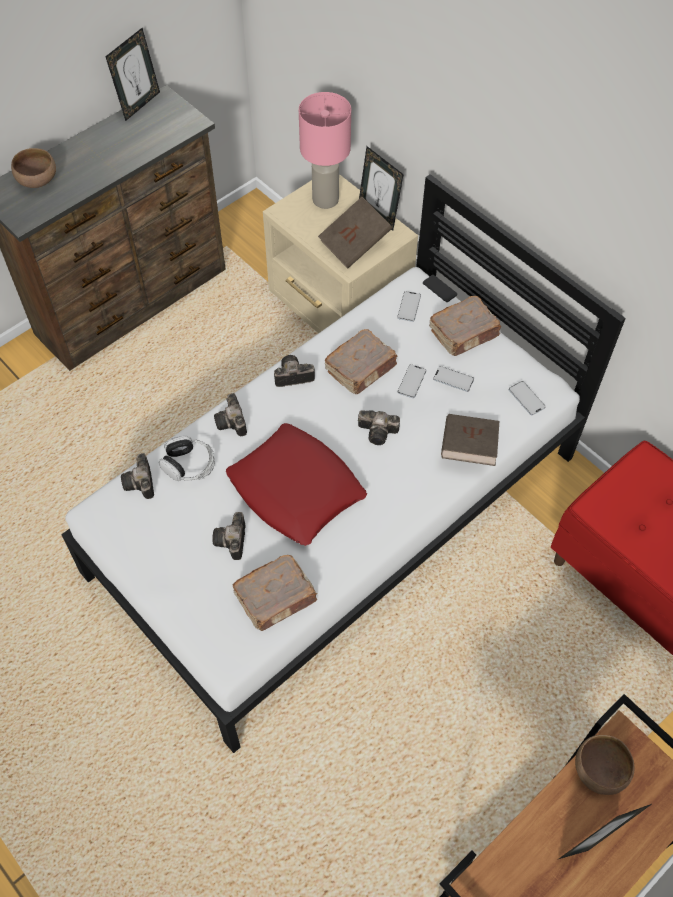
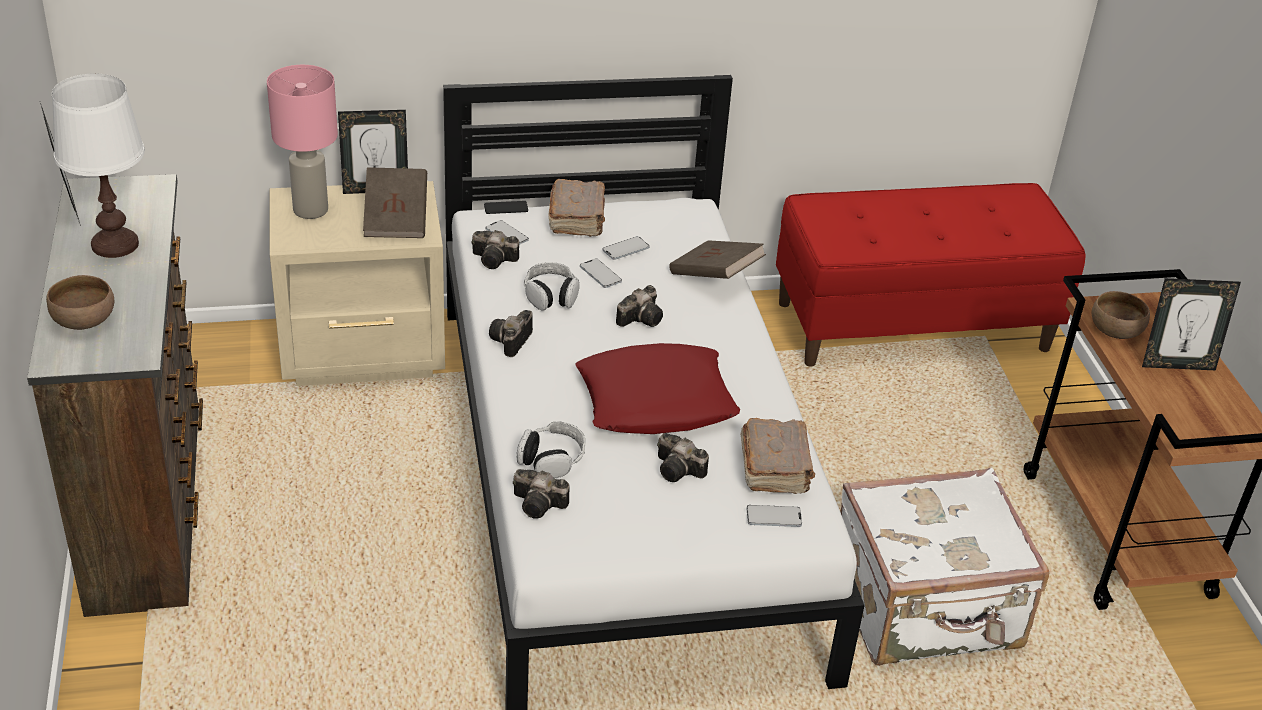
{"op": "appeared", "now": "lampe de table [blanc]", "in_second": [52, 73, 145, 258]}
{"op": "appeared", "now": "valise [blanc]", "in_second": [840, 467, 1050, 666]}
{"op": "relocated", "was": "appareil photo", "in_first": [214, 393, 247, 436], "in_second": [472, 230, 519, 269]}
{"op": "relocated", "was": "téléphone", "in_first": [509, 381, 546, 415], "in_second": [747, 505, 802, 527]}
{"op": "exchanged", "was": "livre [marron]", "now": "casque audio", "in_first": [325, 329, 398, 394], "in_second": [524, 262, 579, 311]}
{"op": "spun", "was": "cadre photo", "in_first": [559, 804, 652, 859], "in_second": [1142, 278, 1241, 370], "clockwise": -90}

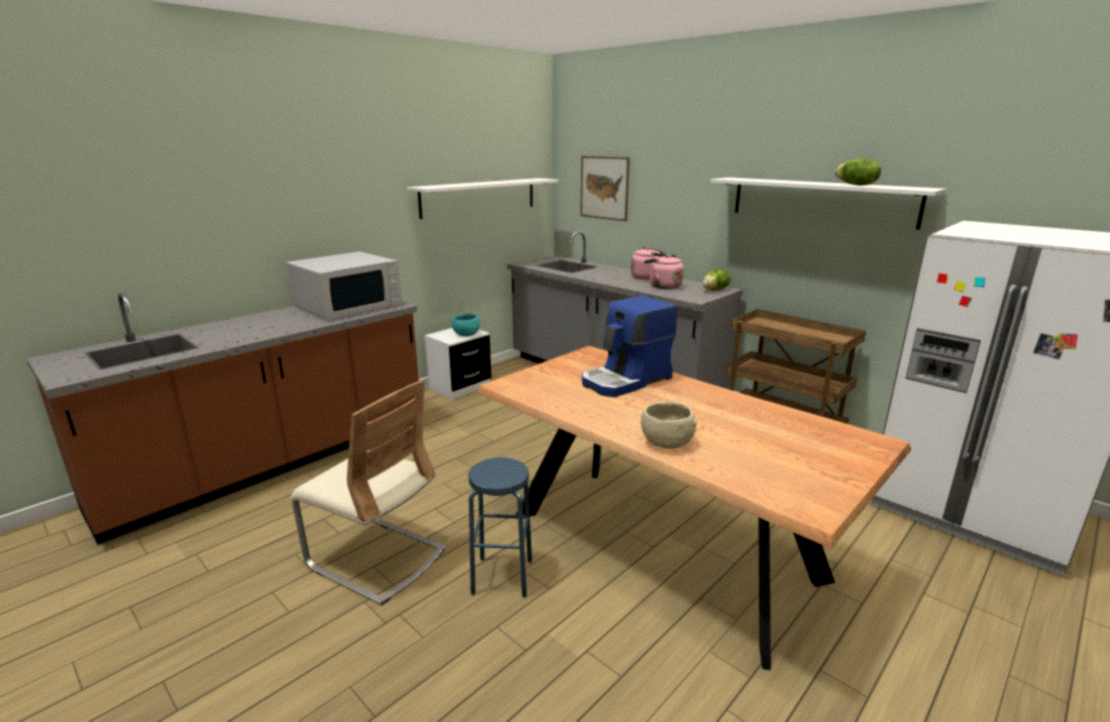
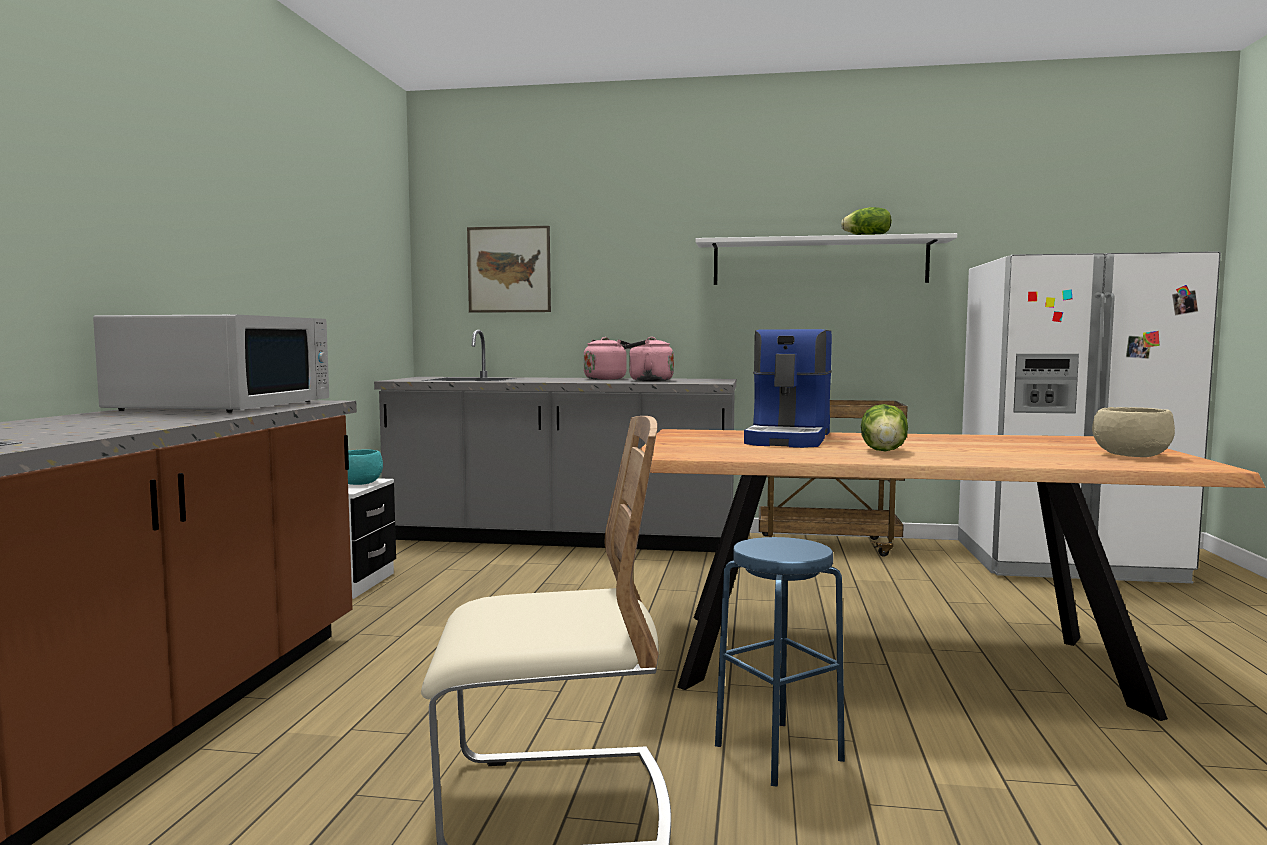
{"op": "missing", "was": "étagère [blanc]", "in_first": [407, 178, 558, 219]}
{"op": "relocated", "was": "bol [beige]", "in_first": [641, 401, 697, 449], "in_second": [1092, 407, 1175, 457]}
{"op": "relocated", "was": "laitue", "in_first": [702, 269, 731, 291], "in_second": [861, 404, 908, 451]}

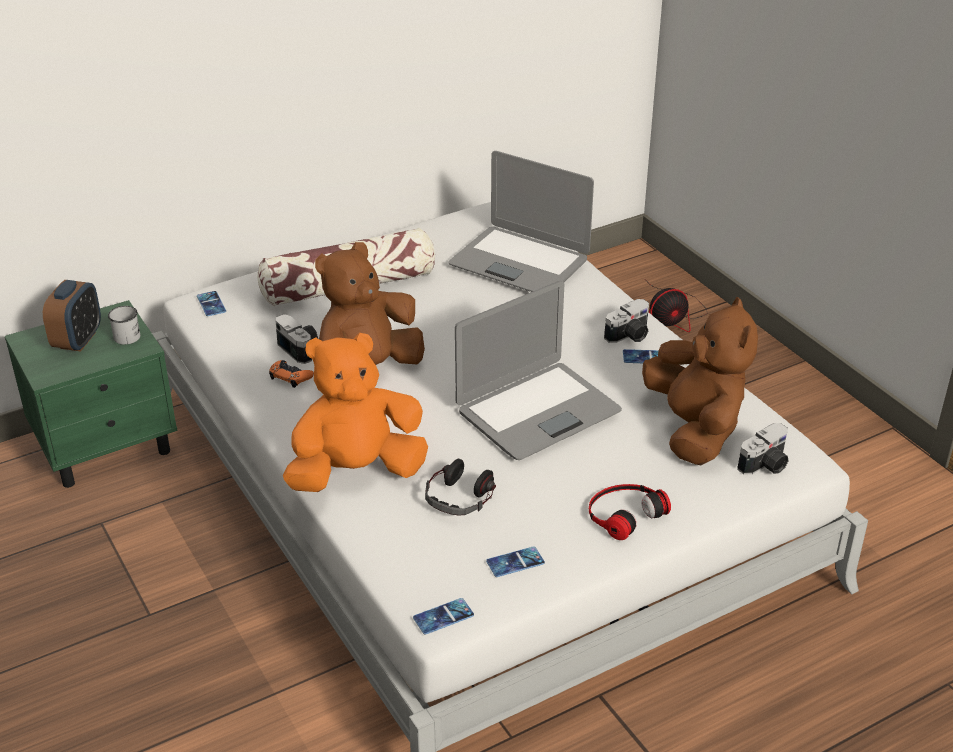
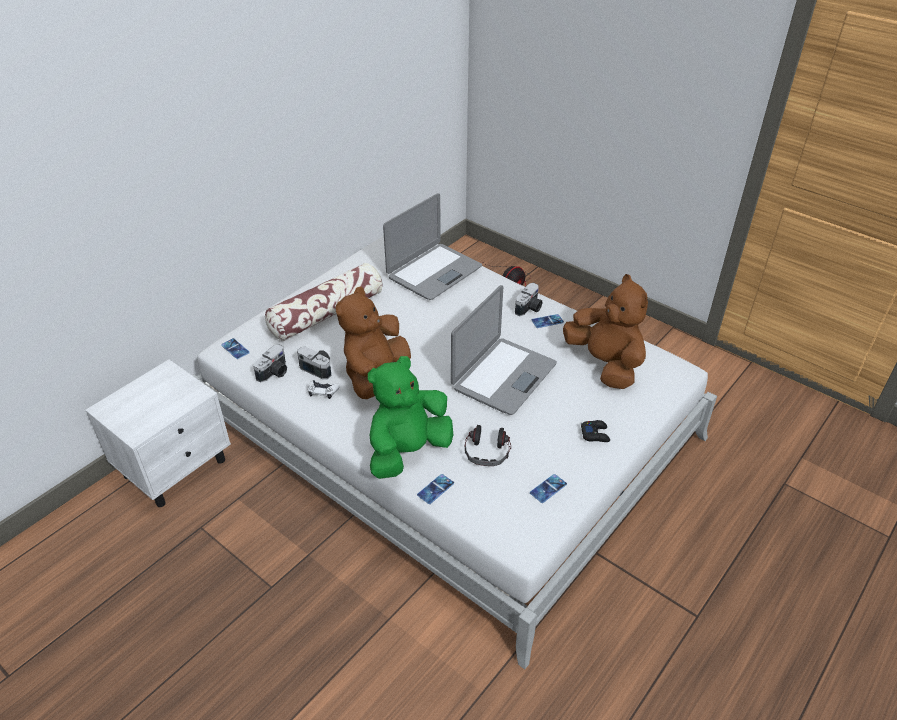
{"op": "missing", "was": "réveil", "in_first": [43, 280, 101, 352]}
{"op": "missing", "was": "mug [blanc]", "in_first": [108, 306, 140, 345]}
{"op": "relocated", "was": "téléphone", "in_first": [413, 598, 474, 635], "in_second": [417, 474, 454, 504]}
{"op": "relocated", "was": "appareil photo", "in_first": [737, 423, 789, 475], "in_second": [253, 344, 287, 382]}
{"op": "exchanged", "was": "casque audio", "now": "manette [noir]", "in_first": [589, 484, 671, 540], "in_second": [581, 420, 610, 442]}
{"op": "colour", "was": "table de chevet [vert]", "now": "table de chevet [blanc]", "in_first": [5, 300, 177, 488], "in_second": [85, 359, 231, 507]}
{"op": "colour", "was": "manette [orange]", "now": "manette [blanc]", "in_first": [269, 360, 314, 388], "in_second": [308, 380, 340, 399]}
{"op": "colour", "was": "peluche [orange]", "now": "peluche [vert]", "in_first": [283, 333, 428, 492], "in_second": [368, 356, 453, 479]}
{"op": "spun", "was": "ordinateur portable", "in_first": [448, 151, 594, 292], "in_second": [383, 193, 482, 300], "clockwise": -60}

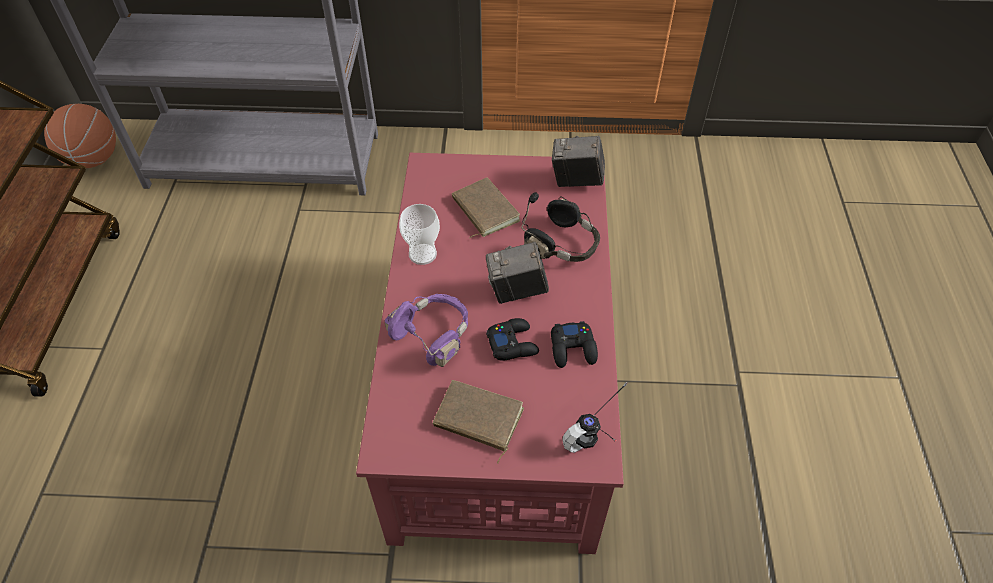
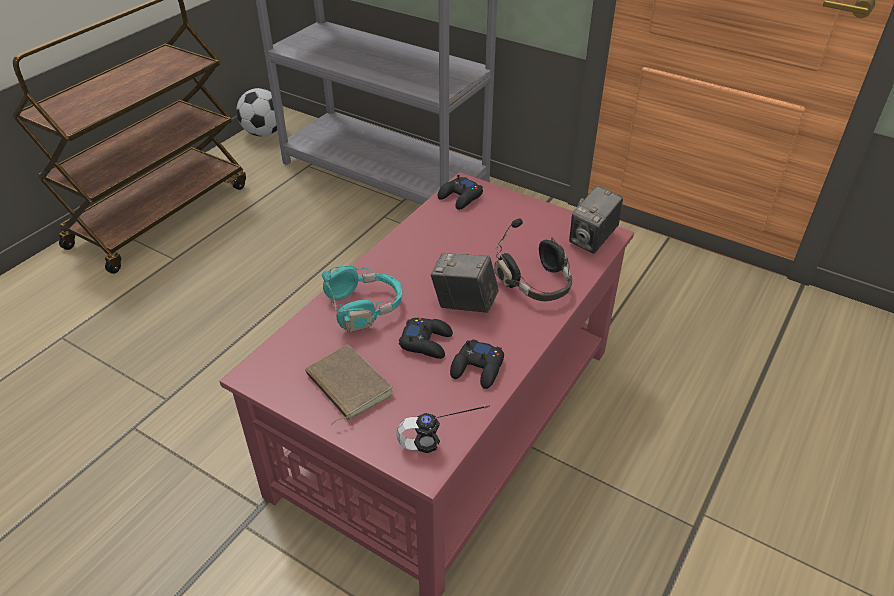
{"op": "missing", "was": "tasse", "in_first": [399, 204, 440, 265]}
{"op": "missing", "was": "livre [marron]", "in_first": [452, 178, 520, 238]}
{"op": "appeared", "now": "manette [noir]", "in_second": [438, 175, 483, 210]}
{"op": "exchanged", "was": "ballon de basket", "now": "ballon de foot", "in_first": [44, 104, 116, 168], "in_second": [236, 88, 284, 136]}
{"op": "colour", "was": "casque audio [violet]", "now": "casque audio [turquoise]", "in_first": [385, 294, 468, 367], "in_second": [322, 265, 402, 332]}
{"op": "spun", "was": "appareil photo", "in_first": [552, 136, 605, 187], "in_second": [569, 185, 623, 254], "clockwise": -90}

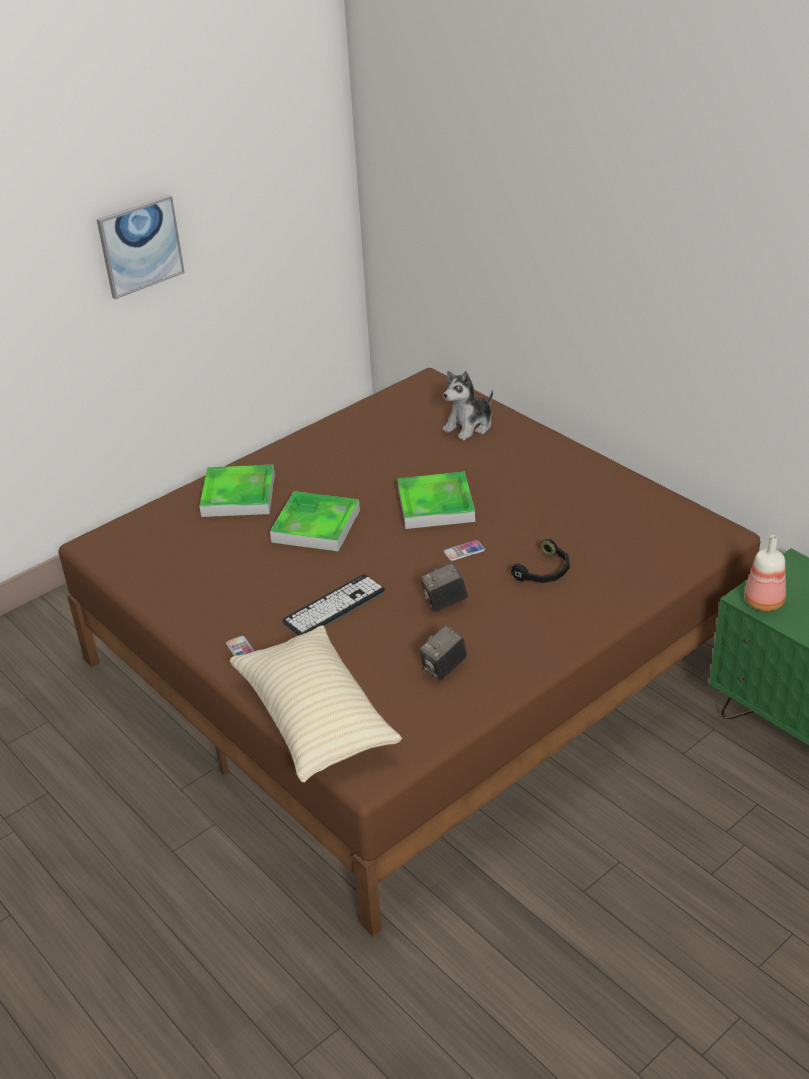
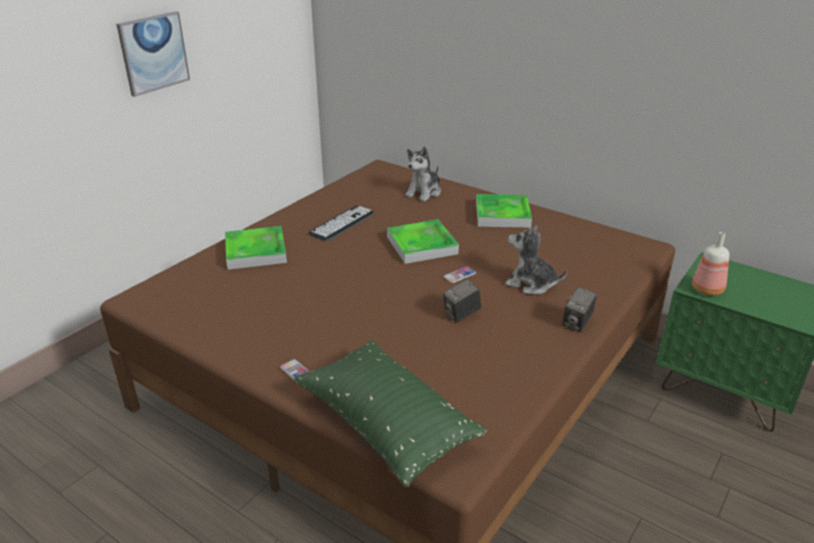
{"op": "relocated", "was": "plateau", "in_first": [270, 491, 360, 552], "in_second": [476, 194, 532, 228]}
{"op": "relocated", "was": "clavier", "in_first": [282, 574, 385, 635], "in_second": [308, 206, 373, 241]}
{"op": "relocated", "was": "appareil photo", "in_first": [420, 625, 467, 681], "in_second": [562, 286, 597, 332]}
{"op": "exchanged", "was": "casque audio [noir]", "now": "peluche", "in_first": [511, 539, 570, 583], "in_second": [505, 225, 567, 295]}
{"op": "colour", "was": "coussin [beige]", "now": "coussin [vert]", "in_first": [229, 626, 402, 783], "in_second": [294, 340, 487, 487]}

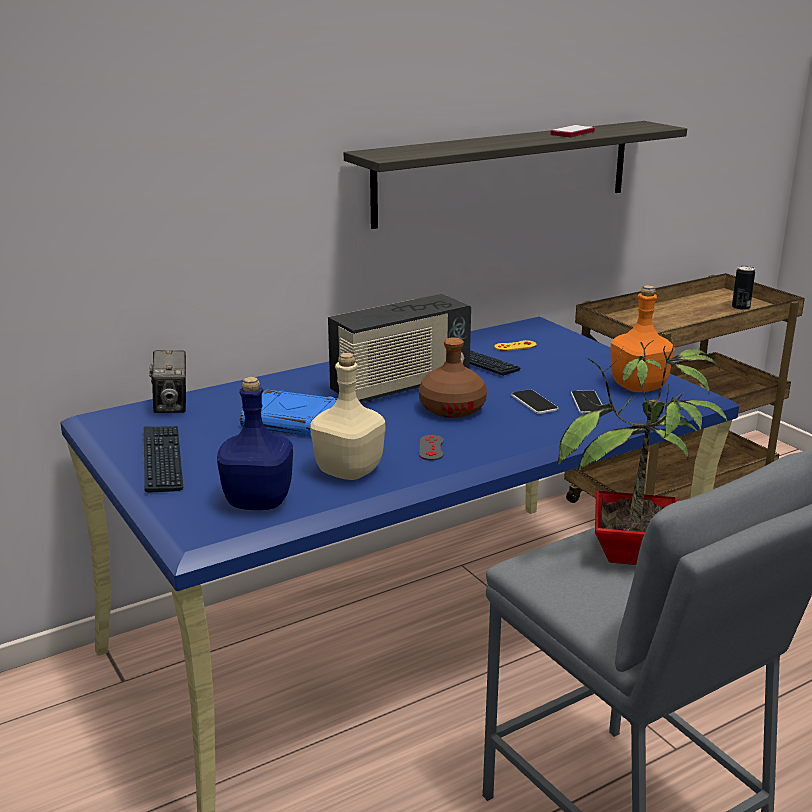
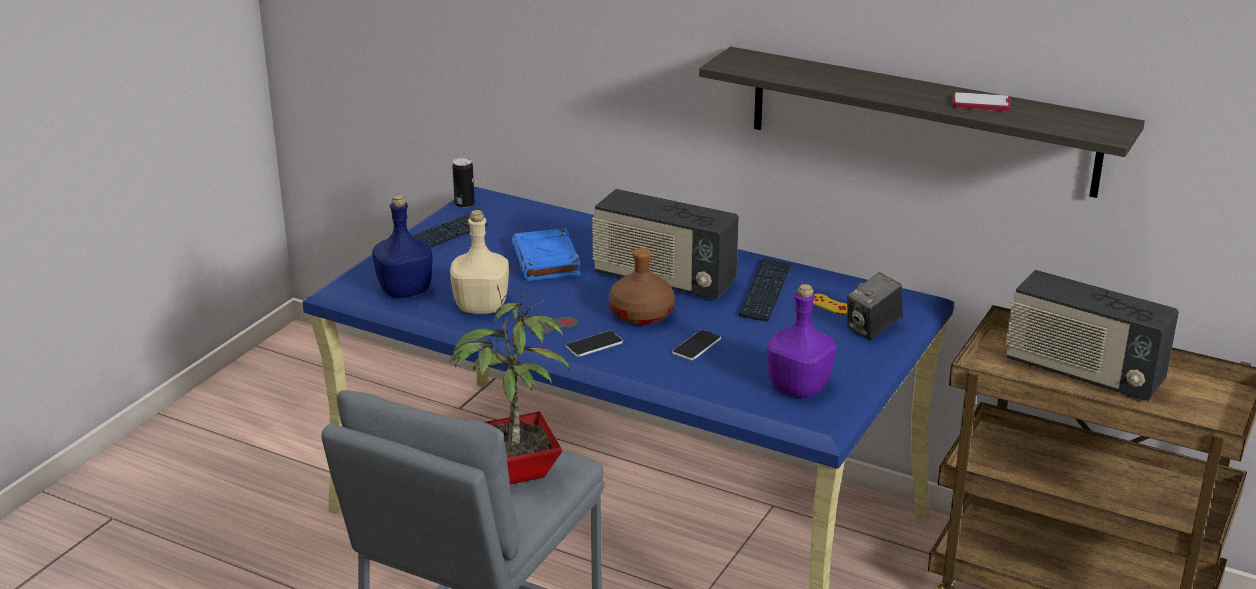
{"op": "appeared", "now": "radio", "in_second": [1006, 270, 1179, 401]}
{"op": "relocated", "was": "appareil photo", "in_first": [149, 350, 186, 413], "in_second": [847, 272, 902, 340]}
{"op": "relocated", "was": "téléphone", "in_first": [571, 390, 602, 414], "in_second": [565, 331, 623, 357]}
{"op": "relocated", "was": "boîte métallique", "in_first": [732, 266, 755, 310], "in_second": [452, 158, 475, 208]}
{"op": "colour", "was": "bouteille [orange]", "now": "bouteille [violet]", "in_first": [610, 285, 675, 392], "in_second": [767, 284, 836, 398]}

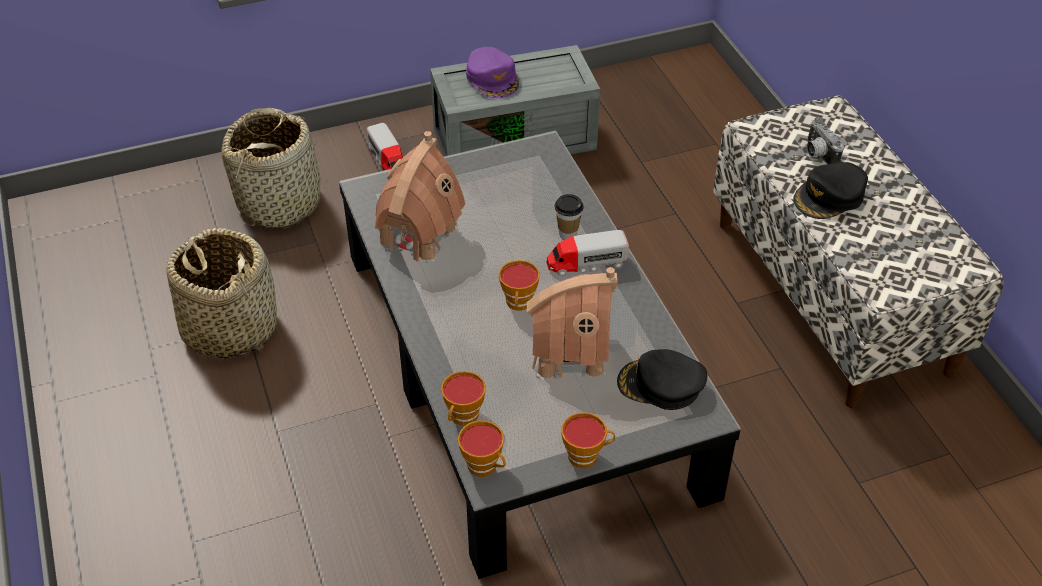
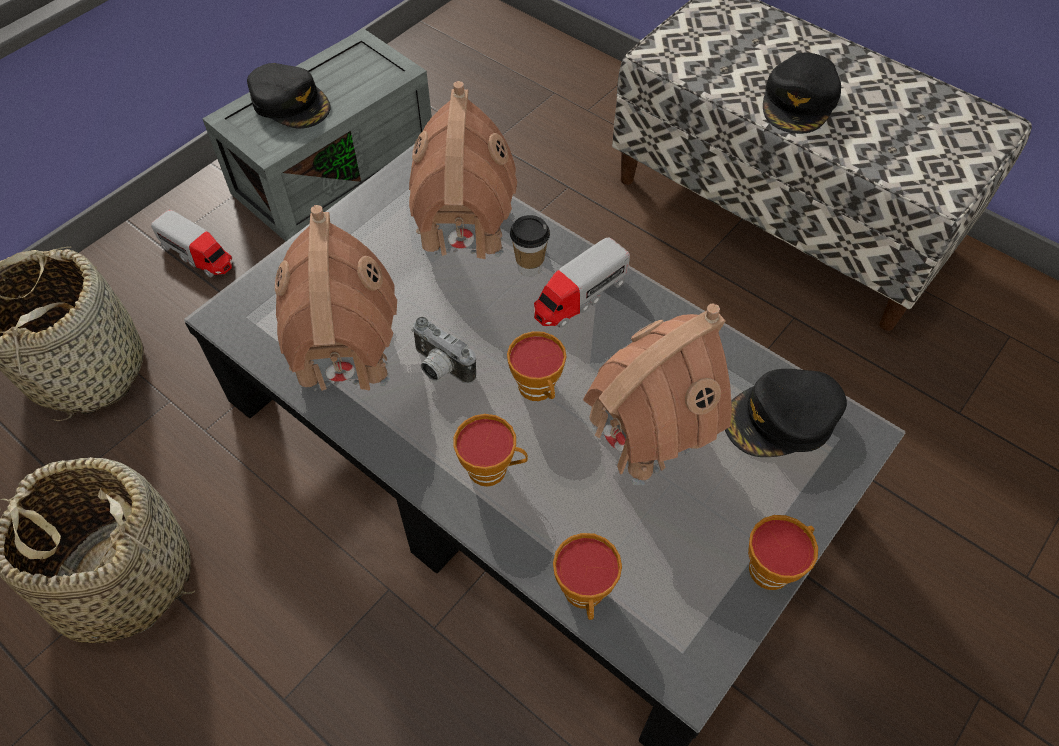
{"op": "appeared", "now": "maison miniature", "in_second": [409, 81, 517, 259]}
{"op": "relocated", "was": "tasse", "in_first": [458, 421, 506, 477], "in_second": [453, 414, 528, 486]}
{"op": "relocated", "was": "appareil photo", "in_first": [806, 117, 844, 164], "in_second": [411, 317, 476, 384]}
{"op": "colour", "was": "casquette [violet]", "now": "casquette [noir]", "in_first": [466, 47, 519, 98], "in_second": [247, 63, 331, 129]}

